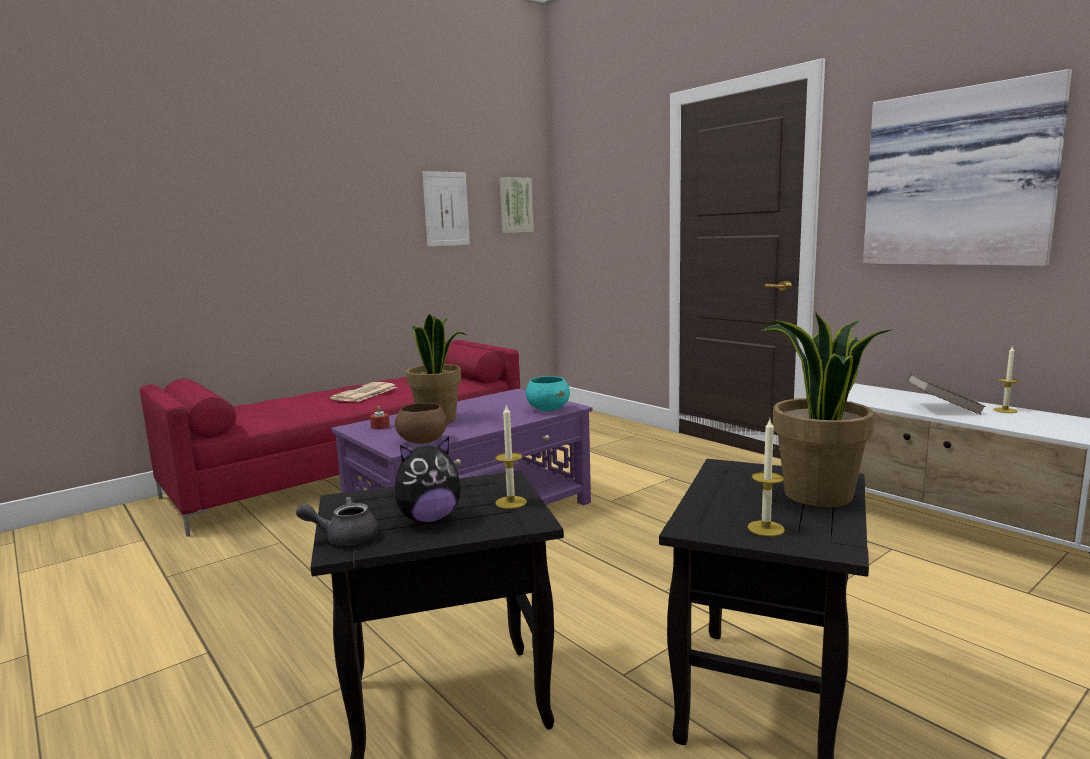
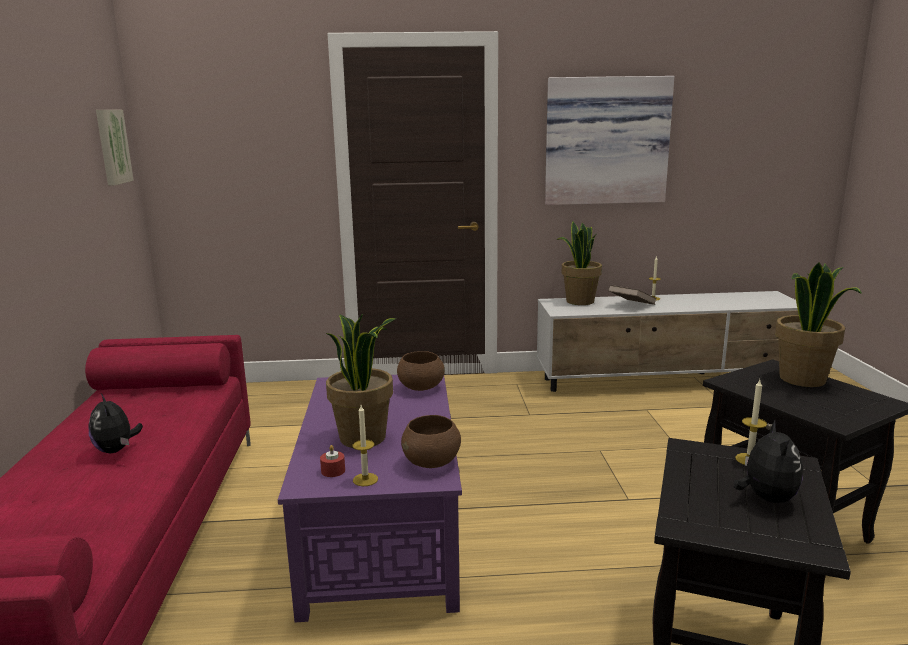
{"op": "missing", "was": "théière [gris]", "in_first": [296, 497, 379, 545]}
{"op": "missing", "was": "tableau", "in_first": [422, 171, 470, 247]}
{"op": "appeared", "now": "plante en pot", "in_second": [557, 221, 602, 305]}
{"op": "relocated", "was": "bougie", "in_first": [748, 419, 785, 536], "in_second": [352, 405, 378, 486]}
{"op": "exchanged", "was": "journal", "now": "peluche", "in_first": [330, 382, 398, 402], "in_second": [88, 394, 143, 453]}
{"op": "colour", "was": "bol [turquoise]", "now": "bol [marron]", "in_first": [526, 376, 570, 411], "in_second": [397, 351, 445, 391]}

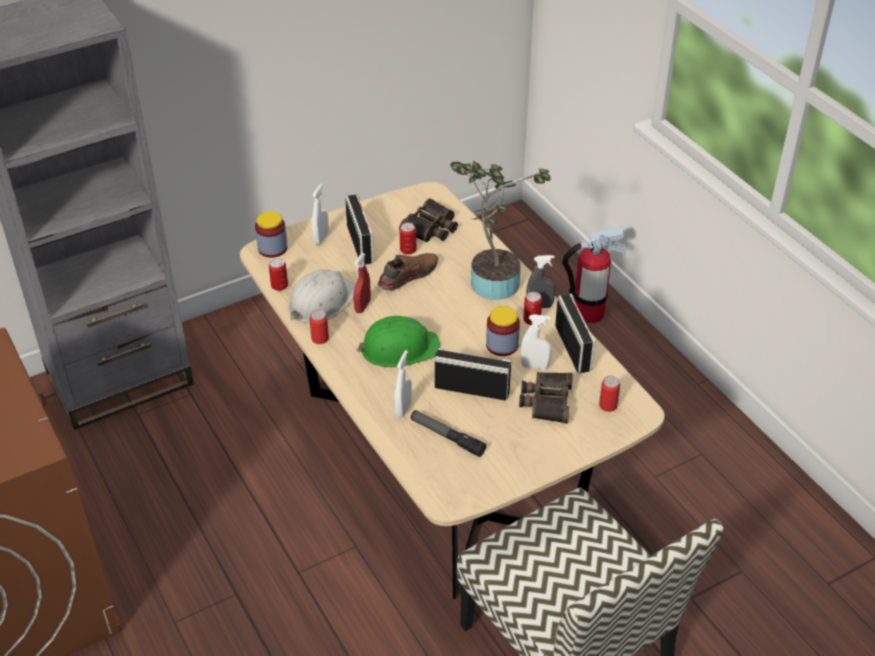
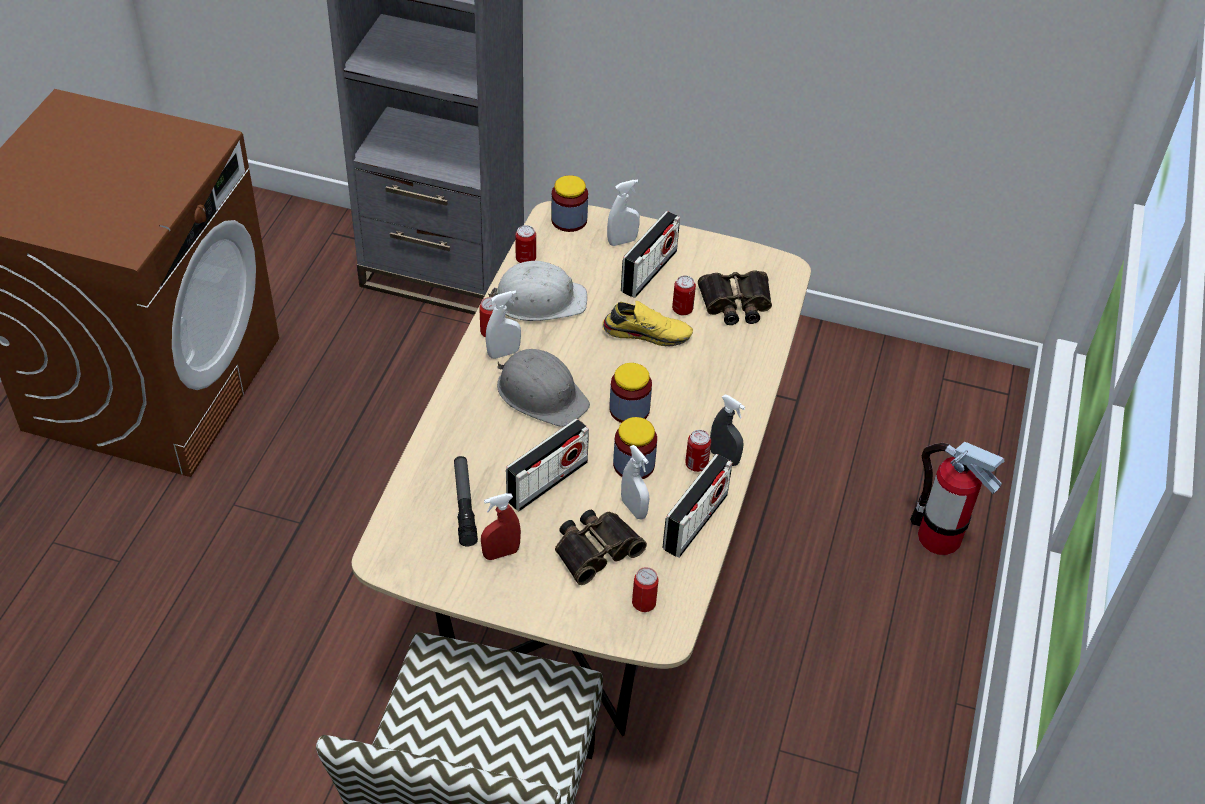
{"op": "missing", "was": "plante en pot", "in_first": [450, 161, 551, 300]}
{"op": "appeared", "now": "bocal", "in_second": [609, 363, 652, 423]}
{"op": "relocated", "was": "vaporisateur [rouge]", "in_first": [353, 253, 371, 313], "in_second": [481, 493, 521, 560]}
{"op": "relocated", "was": "vaporisateur [blanc]", "in_first": [394, 350, 412, 418], "in_second": [486, 291, 521, 359]}
{"op": "colour", "was": "casque de chantier [vert]", "now": "casque de chantier [gris]", "in_first": [357, 316, 441, 367], "in_second": [497, 349, 590, 427]}
{"op": "colour", "was": "chaussure [marron]", "now": "chaussure [jaune]", "in_first": [378, 253, 438, 291], "in_second": [602, 301, 693, 346]}
{"op": "spun", "was": "radio", "in_first": [434, 348, 511, 401], "in_second": [506, 419, 589, 511], "clockwise": 75}

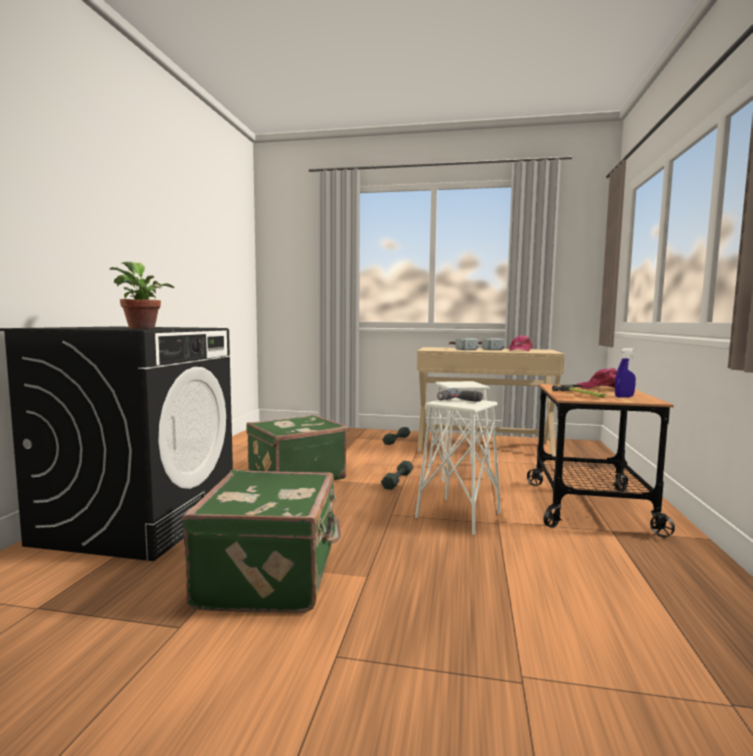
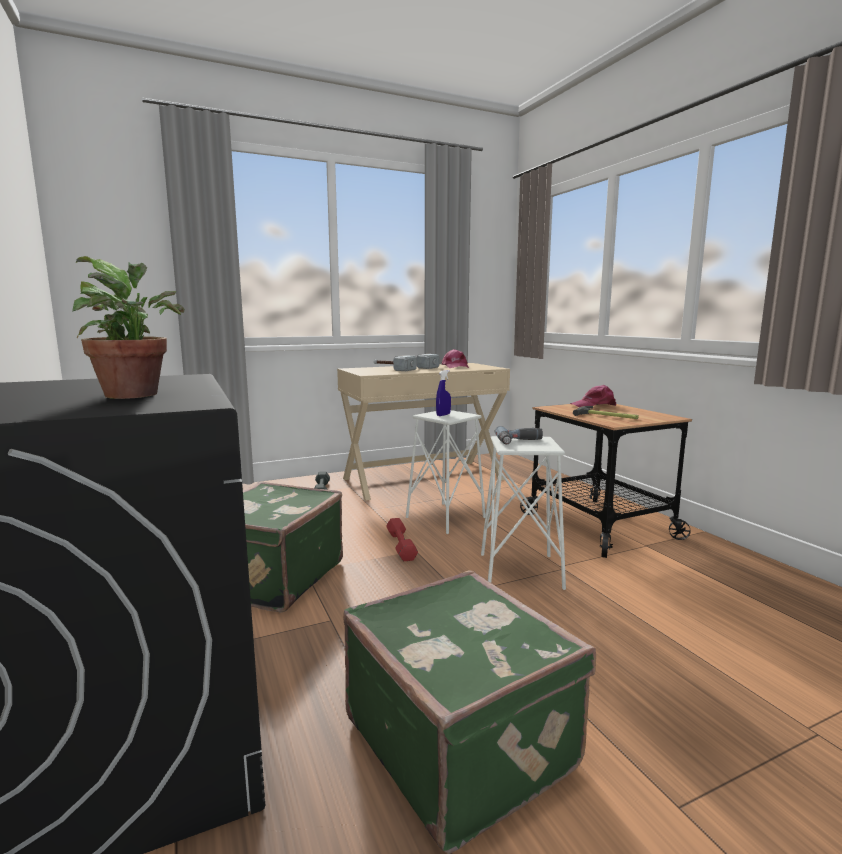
{"op": "relocated", "was": "vaporisateur [bleu]", "in_first": [615, 348, 636, 397], "in_second": [436, 370, 451, 416]}
{"op": "colour", "was": "haltère [gris]", "now": "haltère [rouge]", "in_first": [381, 461, 414, 490], "in_second": [386, 518, 418, 561]}

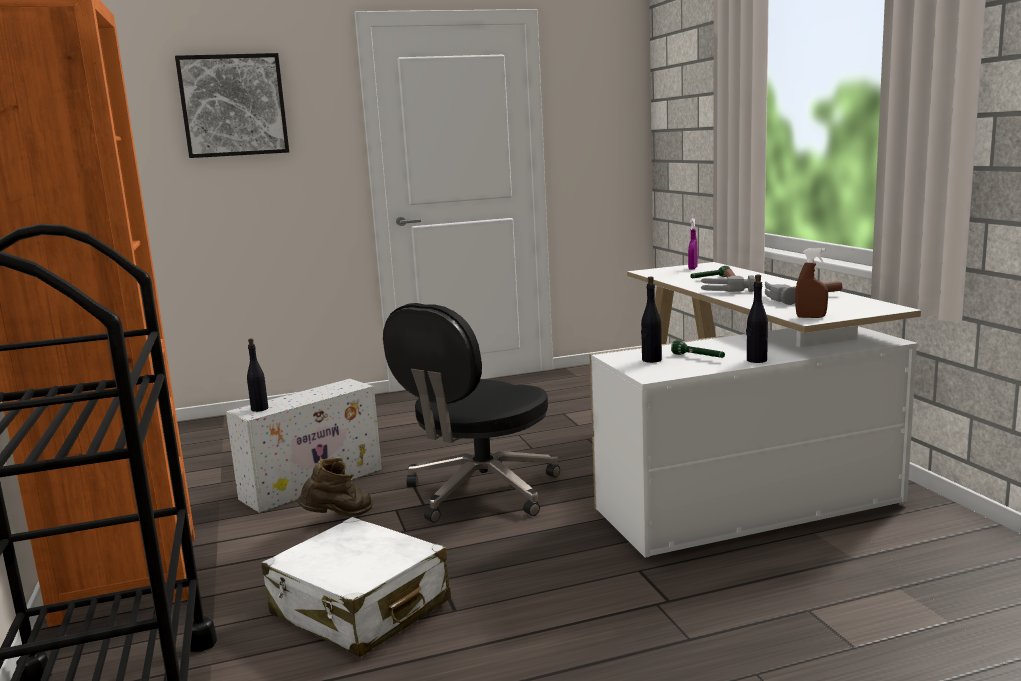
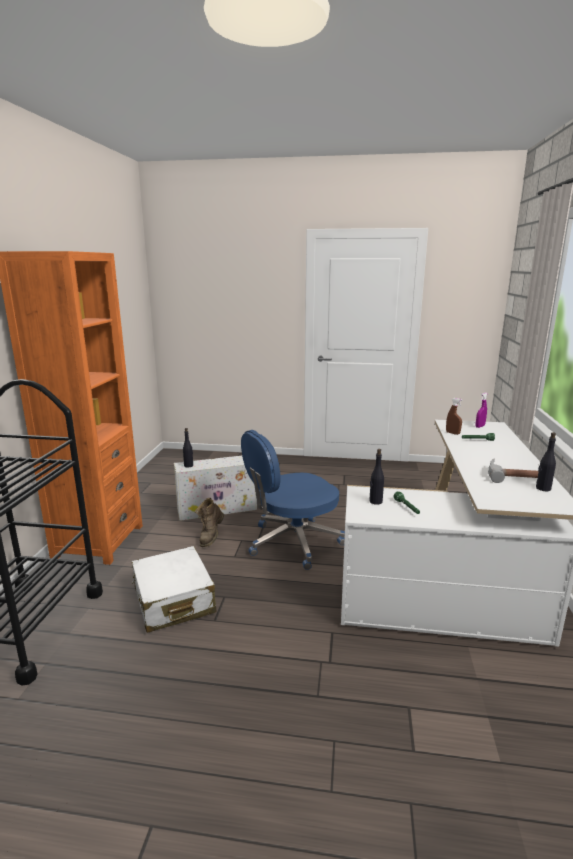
{"op": "missing", "was": "tableau", "in_first": [175, 53, 289, 158]}
{"op": "missing", "was": "marteau", "in_first": [701, 269, 755, 292]}
{"op": "relocated", "was": "bouteille [noir]", "in_first": [746, 275, 768, 363], "in_second": [536, 432, 556, 491]}
{"op": "relocated", "was": "vaporisateur [marron]", "in_first": [795, 248, 828, 318], "in_second": [446, 398, 463, 435]}
{"op": "colour", "was": "chaise de bureau [noir]", "now": "chaise de bureau [bleu]", "in_first": [383, 303, 560, 523], "in_second": [241, 430, 345, 570]}
{"op": "spun", "was": "botte [marron]", "in_first": [297, 457, 373, 517], "in_second": [195, 498, 224, 547], "clockwise": 120}

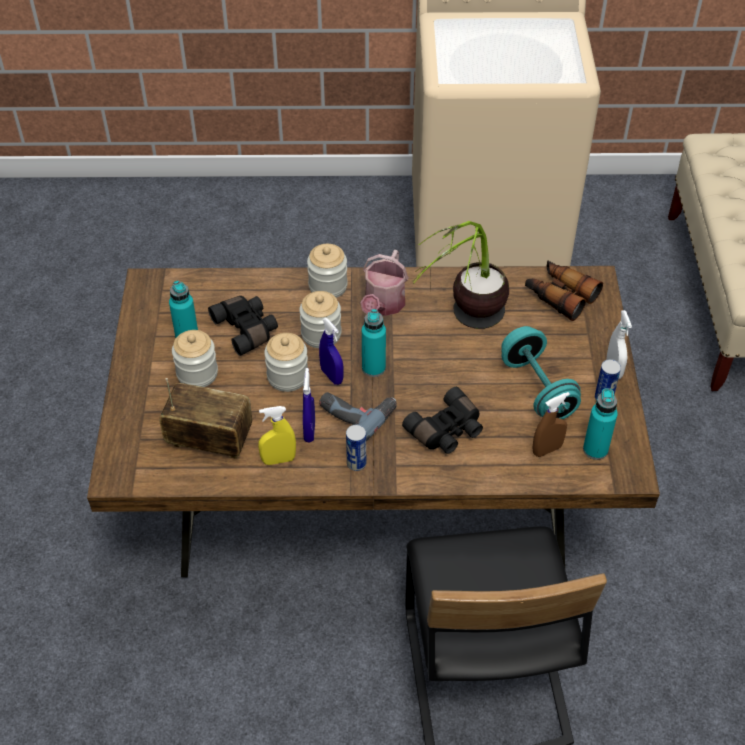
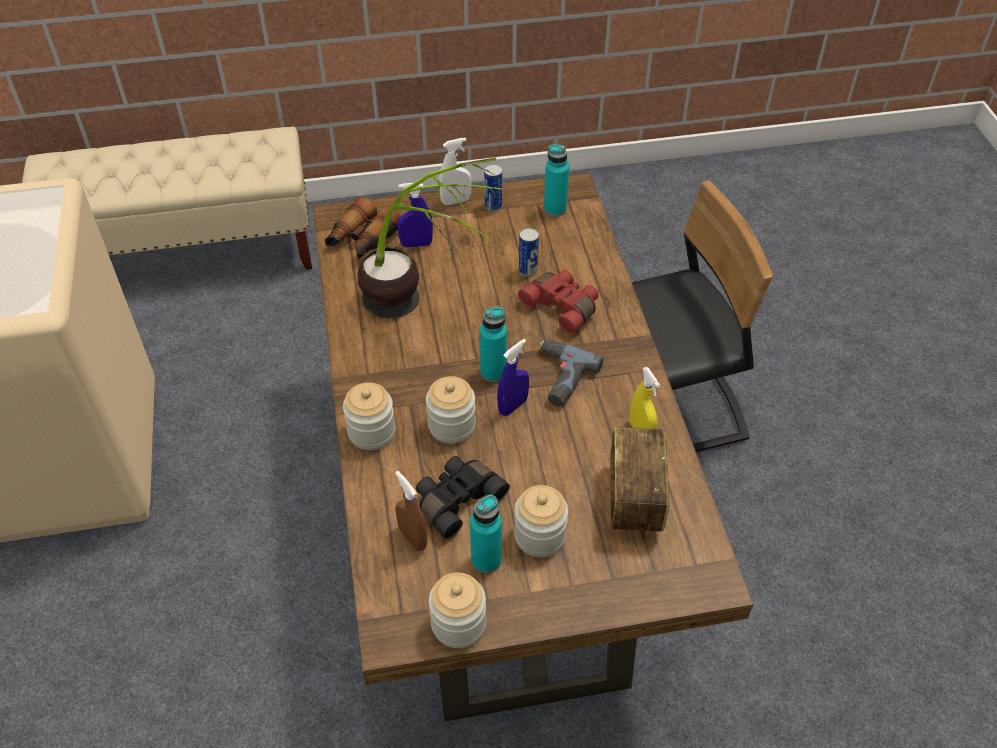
{"op": "missing", "was": "arrosoir", "in_first": [360, 250, 409, 316]}
{"op": "missing", "was": "haltère [turquoise]", "in_first": [502, 326, 581, 419]}
{"op": "relocated", "was": "bocal", "in_first": [264, 333, 308, 392], "in_second": [429, 572, 486, 648]}
{"op": "relocated", "was": "vaporisateur [bleu]", "in_first": [303, 368, 315, 443], "in_second": [397, 183, 433, 248]}
{"op": "relocated", "was": "boîte métallique", "in_first": [346, 425, 366, 471], "in_second": [519, 228, 539, 277]}
{"op": "relocated", "was": "vaporisateur [marron]", "in_first": [533, 392, 570, 457], "in_second": [395, 471, 427, 551]}
{"op": "colour", "was": "jumelles [noir]", "now": "jumelles [rouge]", "in_first": [402, 387, 483, 454], "in_second": [518, 270, 599, 334]}

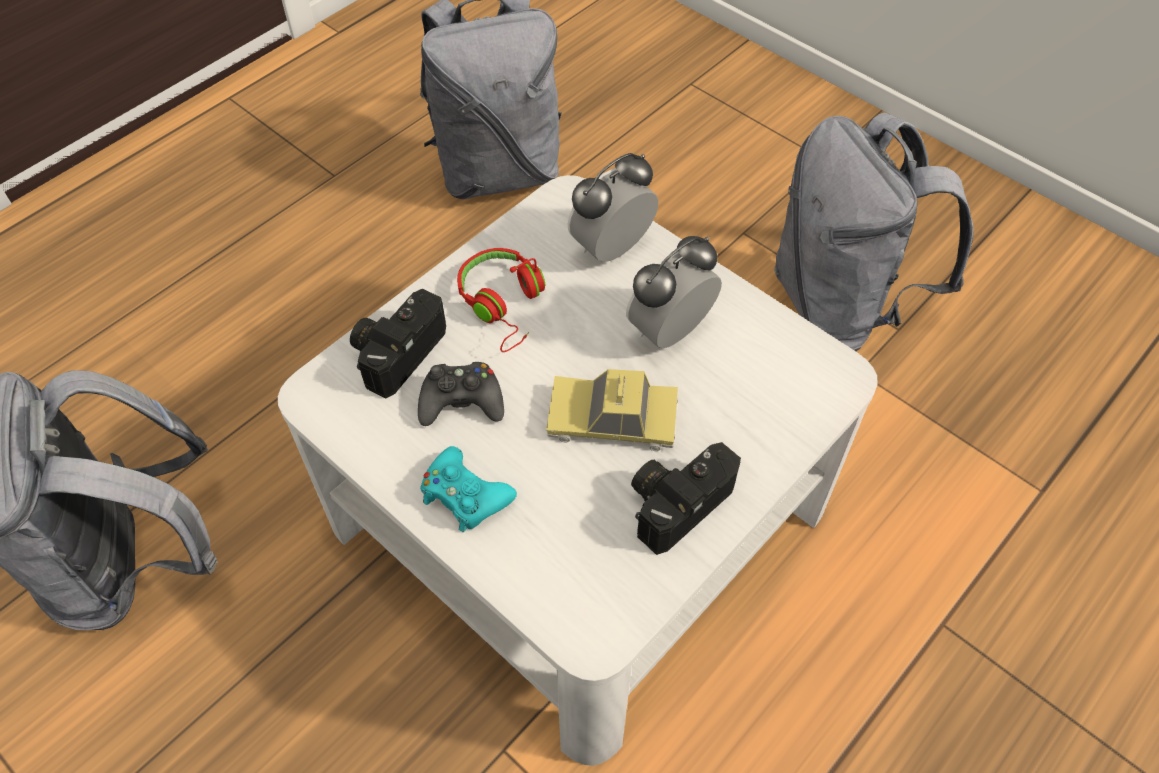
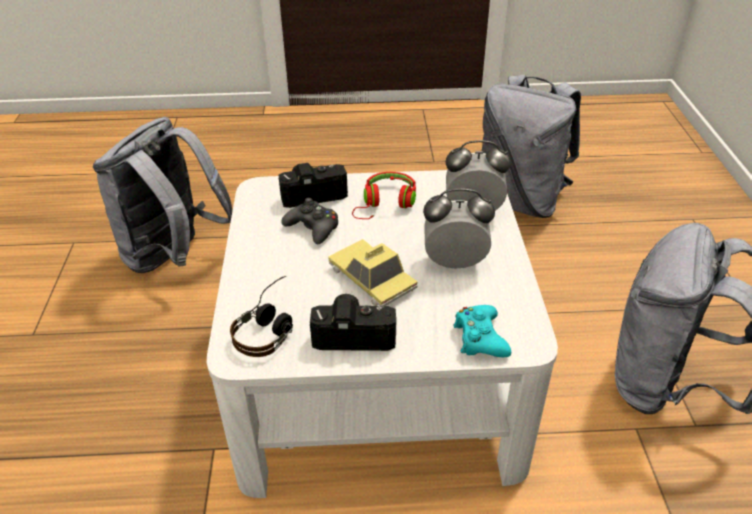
{"op": "appeared", "now": "casque audio", "in_second": [230, 276, 293, 357]}
{"op": "relocated", "was": "manette [turquoise]", "in_first": [420, 446, 517, 532], "in_second": [453, 305, 511, 357]}

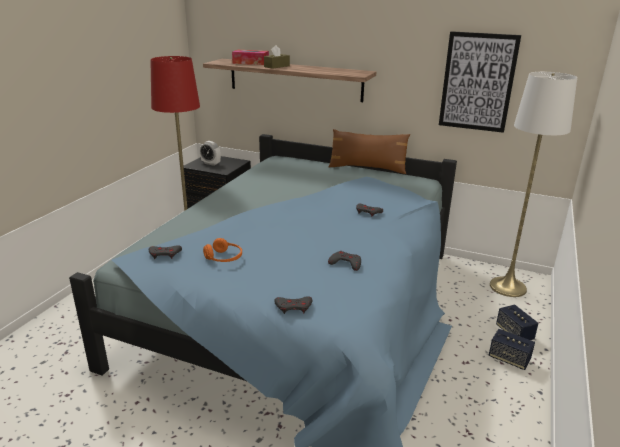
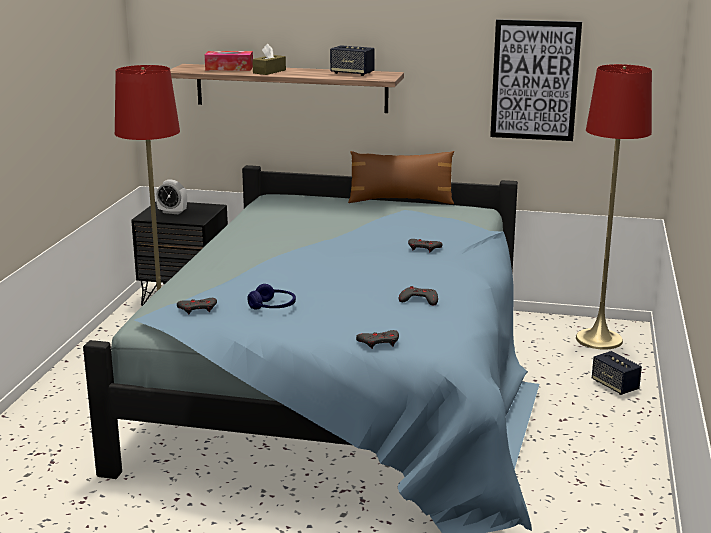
{"op": "relocated", "was": "enceinte", "in_first": [489, 329, 535, 370], "in_second": [330, 45, 375, 76]}
{"op": "colour", "was": "casque audio [orange]", "now": "casque audio [bleu]", "in_first": [203, 238, 242, 262], "in_second": [247, 284, 296, 310]}
{"op": "colour", "was": "lampadaire [blanc]", "now": "lampadaire [rouge]", "in_first": [490, 72, 577, 297], "in_second": [576, 64, 652, 350]}

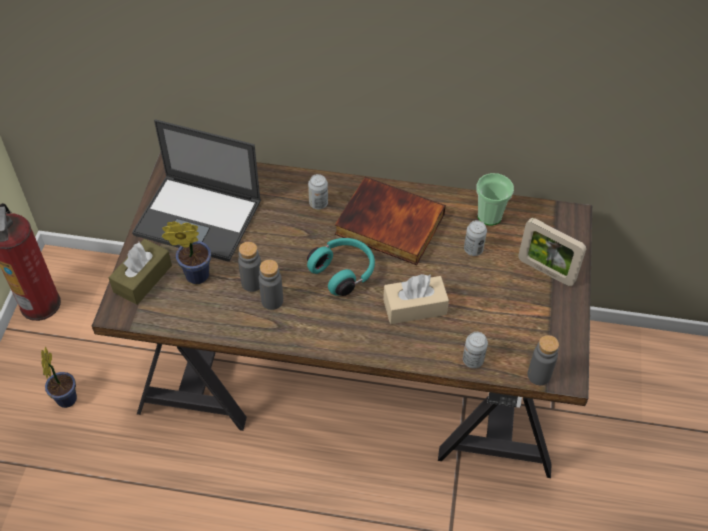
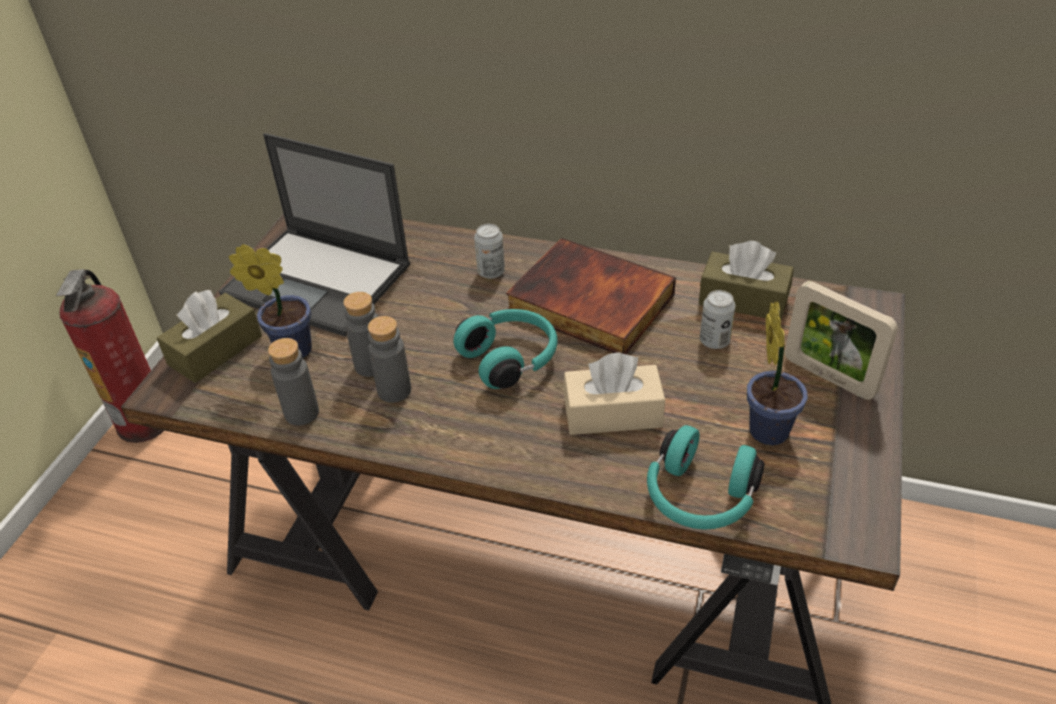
{"op": "relocated", "was": "plante en pot", "in_first": [41, 346, 77, 408], "in_second": [747, 301, 808, 446]}
{"op": "relocated", "was": "bouteille [gris]", "in_first": [527, 335, 559, 385], "in_second": [268, 338, 319, 425]}
{"op": "exchanged", "was": "boîte métallique", "now": "casque audio [turquoise]", "in_first": [463, 332, 488, 368], "in_second": [647, 425, 765, 530]}
{"op": "exchanged", "was": "tasse", "now": "boîte à mouchoirs [marron]", "in_first": [476, 173, 514, 225], "in_second": [699, 241, 794, 320]}

